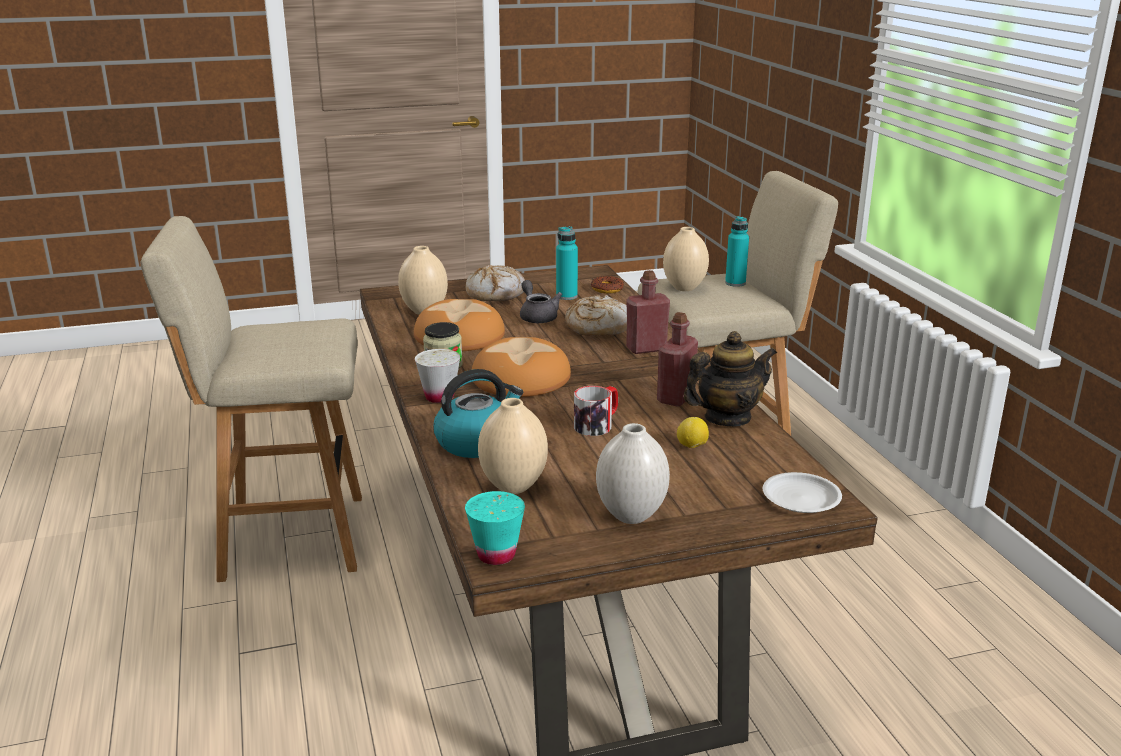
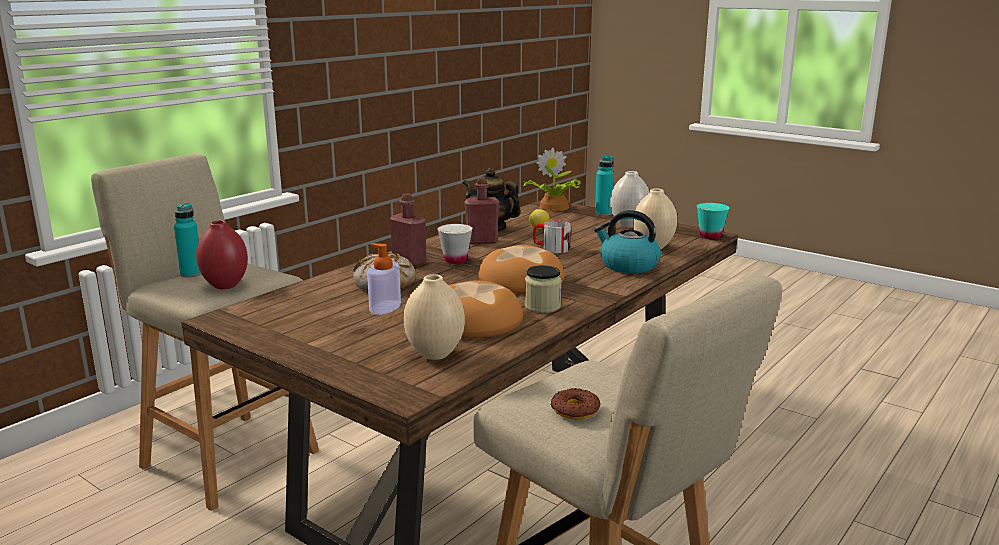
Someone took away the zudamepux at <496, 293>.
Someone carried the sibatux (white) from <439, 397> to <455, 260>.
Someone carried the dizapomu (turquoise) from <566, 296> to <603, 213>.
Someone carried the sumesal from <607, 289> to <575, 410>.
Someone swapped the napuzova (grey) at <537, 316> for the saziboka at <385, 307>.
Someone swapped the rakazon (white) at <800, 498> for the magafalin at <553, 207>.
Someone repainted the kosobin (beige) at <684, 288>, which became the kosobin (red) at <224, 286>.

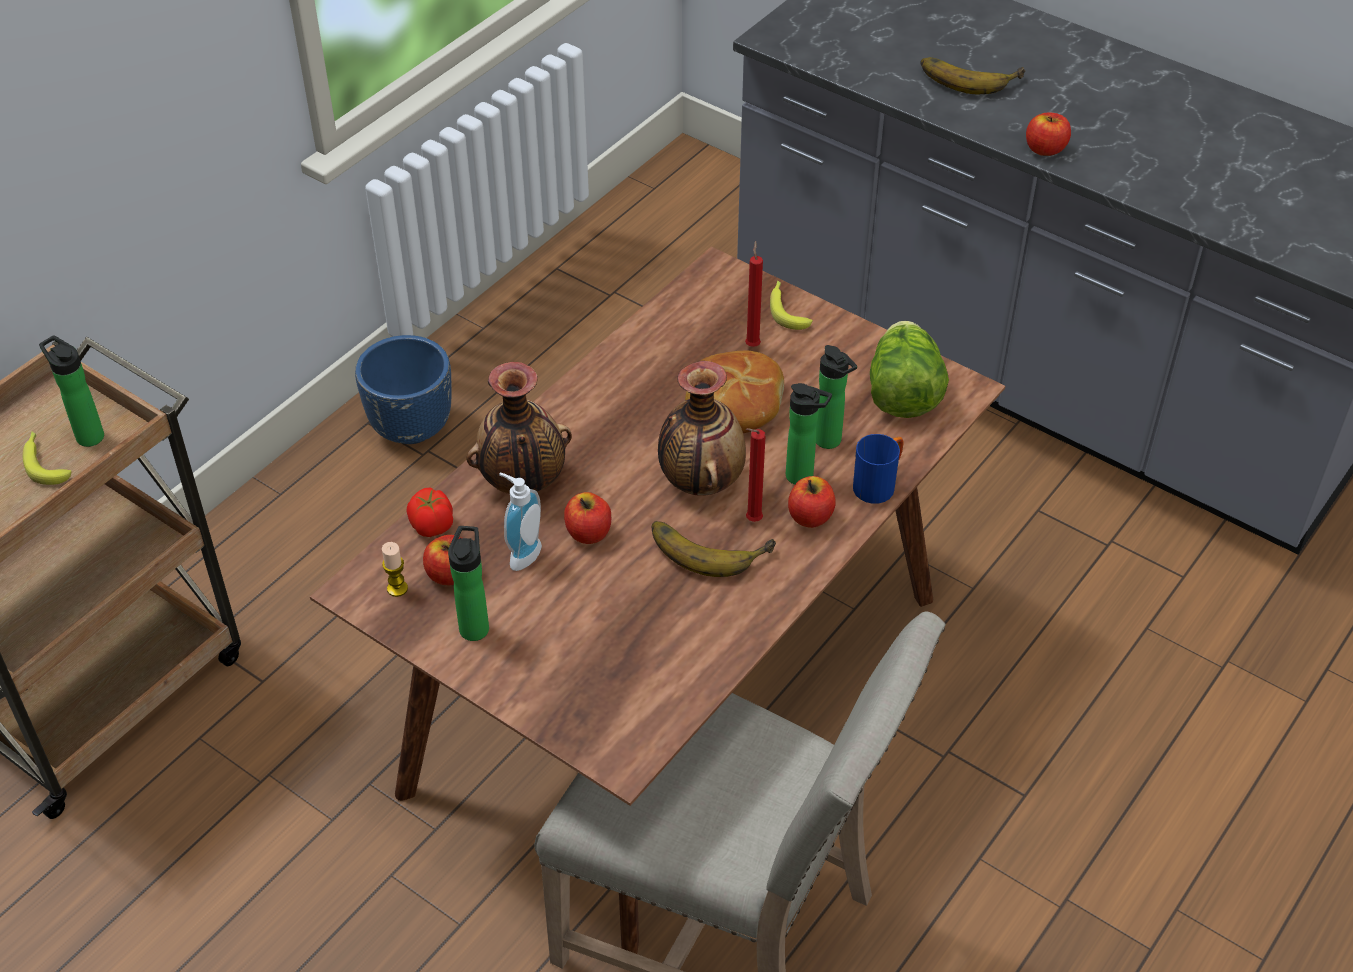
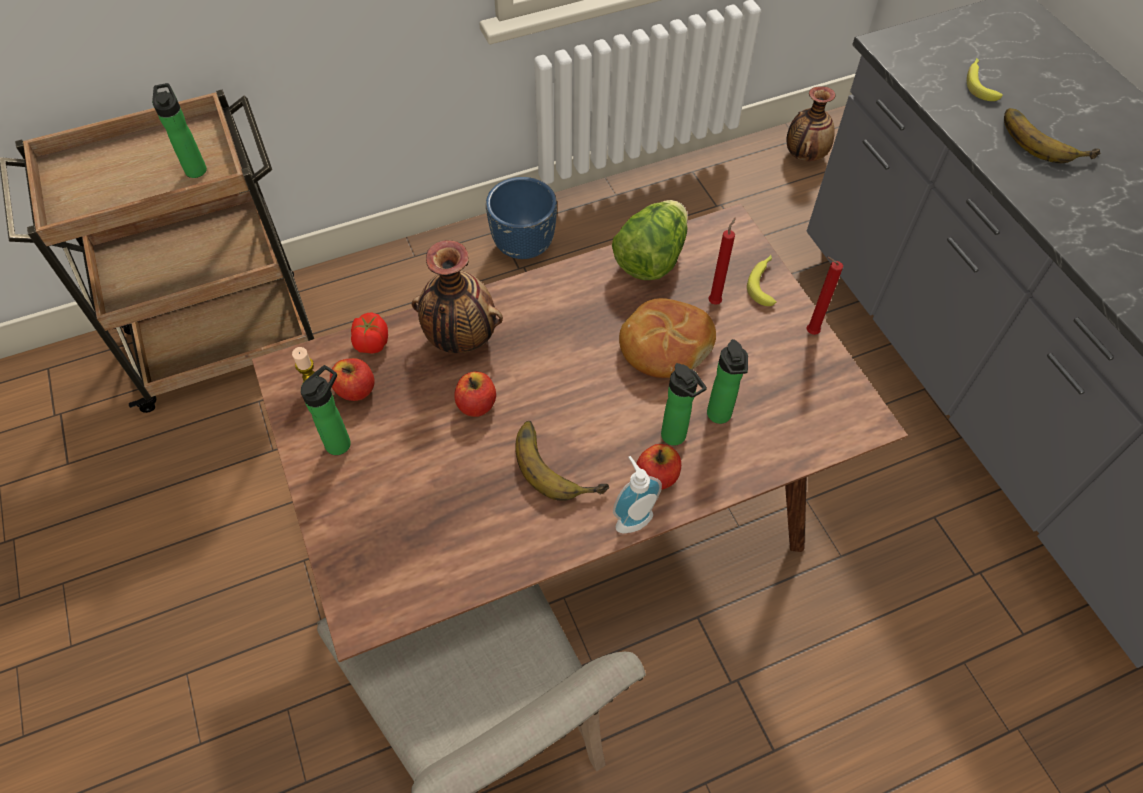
Someone took away the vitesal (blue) at <879, 484>.
Someone took away the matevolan at <1045, 149>.
Someone carried the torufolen from <45, 462> to <980, 83>.
Someone carried the saziboka from <521, 554> to <631, 517>.
Someone carried the kosobin from <700, 480> to <804, 155>.
Someone carried the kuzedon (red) from <751, 521> to <809, 332>.
Someone carried the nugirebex from <902, 393> to <651, 258>.

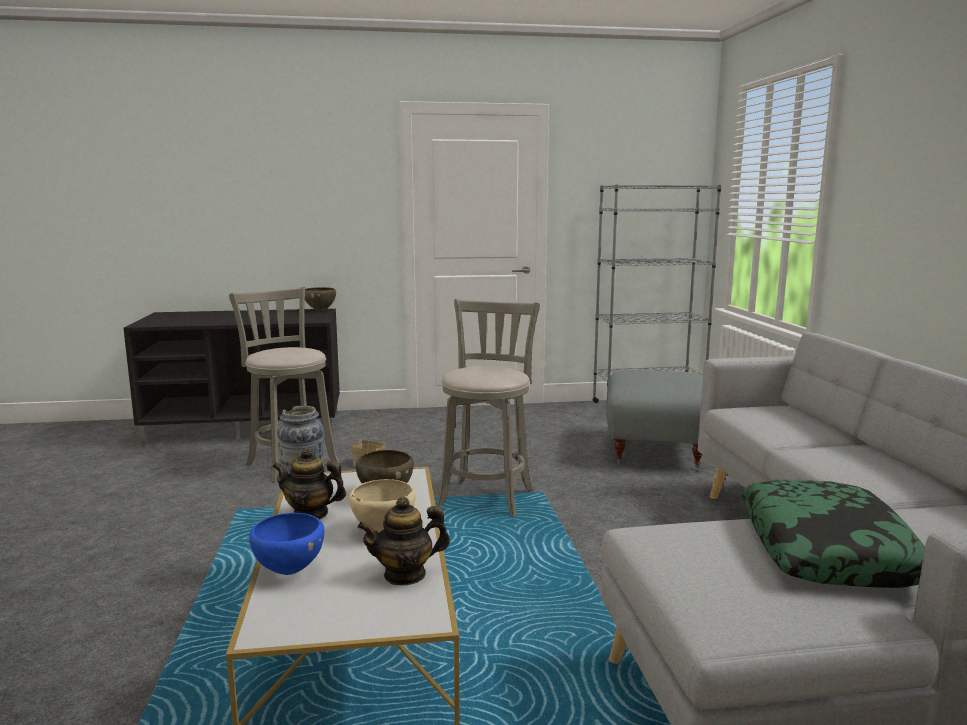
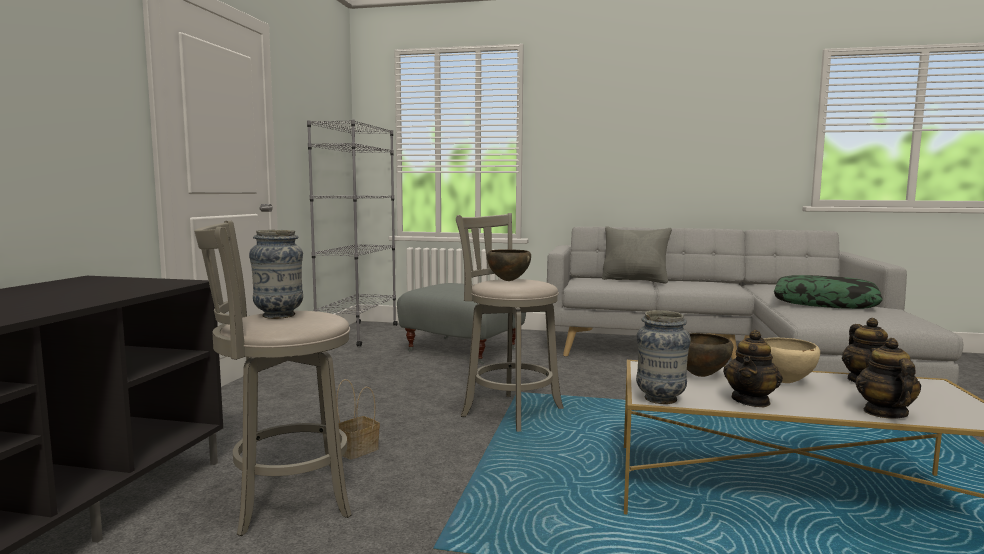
Someone put down the kosobin at <279, 315>.
Someone put down the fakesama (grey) at <635, 280>.
Someone carried the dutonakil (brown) from <320, 310> to <508, 281>.
Someone swapped the dutonakil (blue) at <289, 571> for the napuzova at <884, 413>.

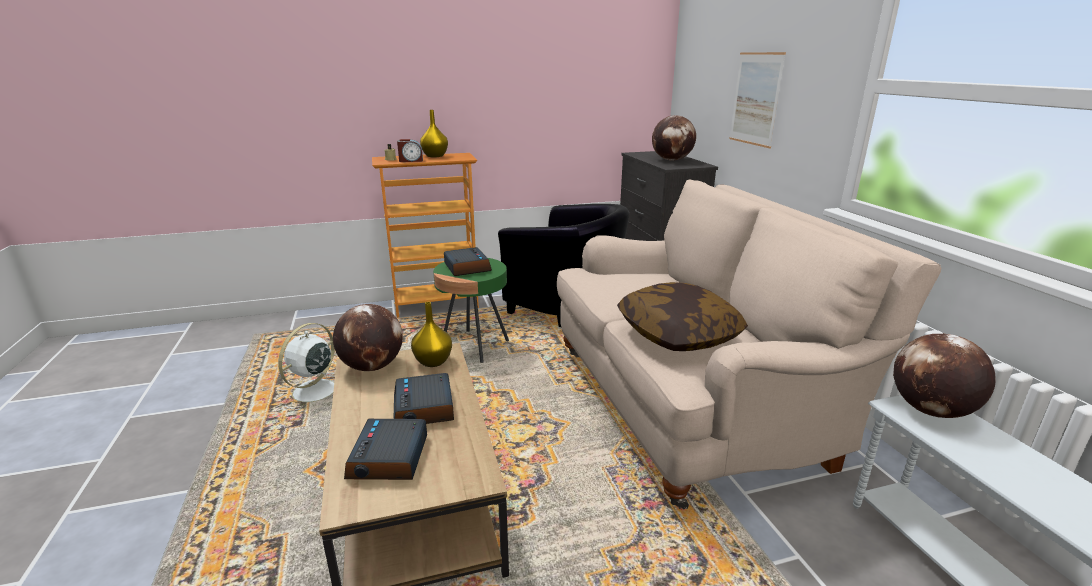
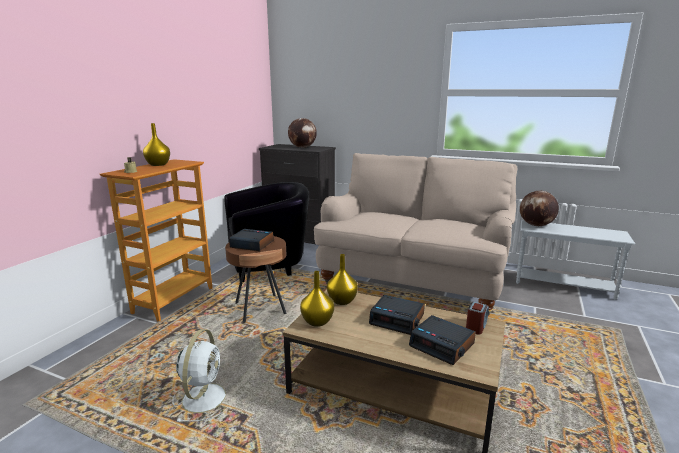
Someone took away the fakesama at <677, 335>.
Someone took away the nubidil at <755, 99>.
Someone carried the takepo from <411, 160> to <476, 326>.
Someone swapped the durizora at <372, 366> for the kosobin (yellow) at <316, 321>.
Someone repainted the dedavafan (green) at <474, 346>, which became the dedavafan (brown) at <260, 308>.
Someone rotated the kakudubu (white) at <313, 392> by 150 degrees counterclockwise.

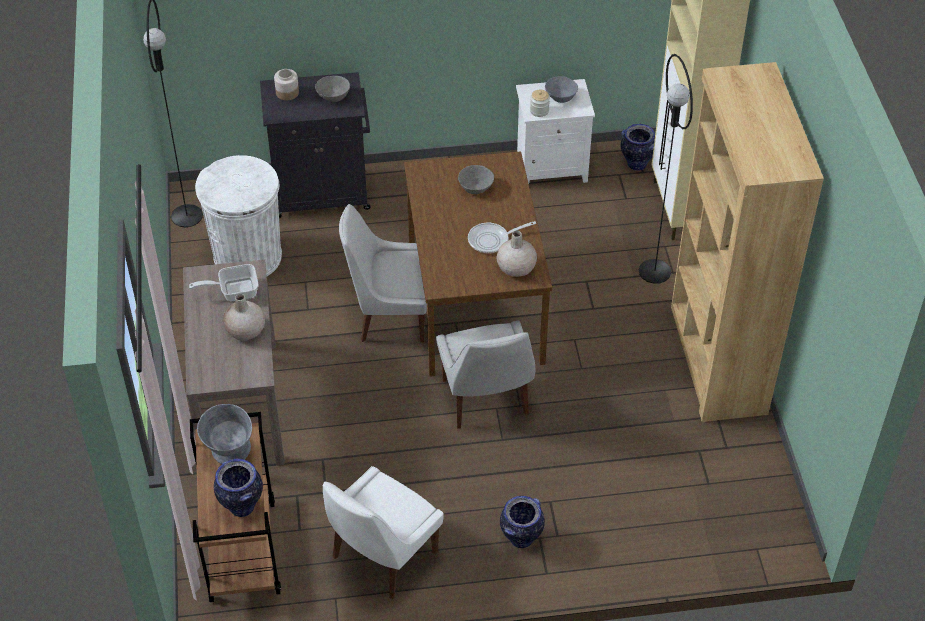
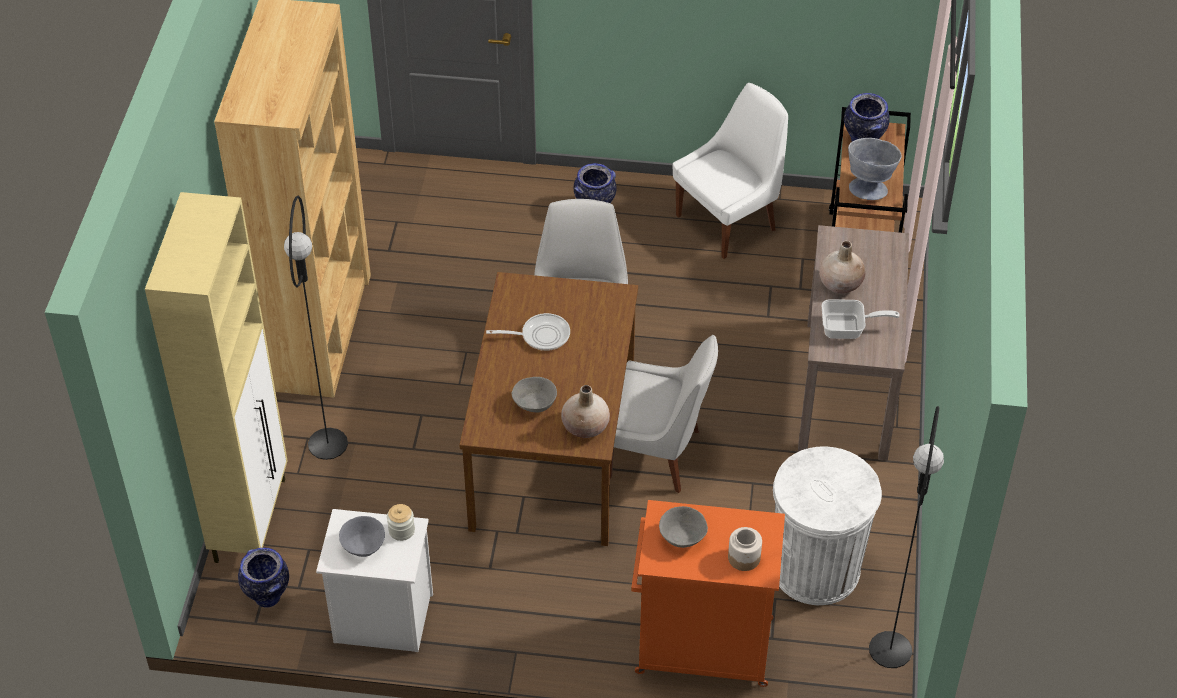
Someone carried the kosobin (beige) from <515, 268> to <586, 427>.
Someone repainted the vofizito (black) at <323, 193>, which became the vofizito (orange) at <701, 646>.

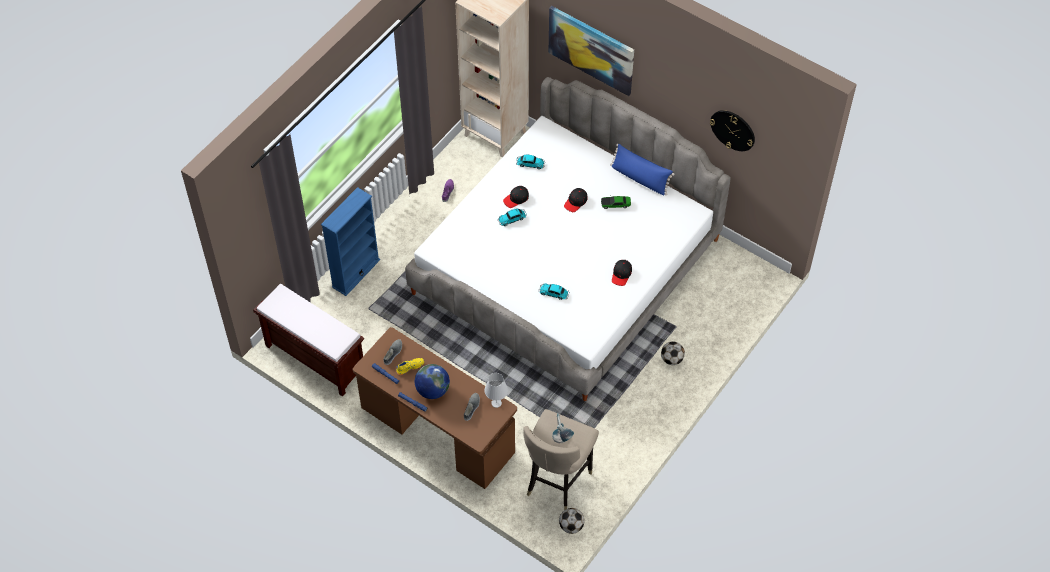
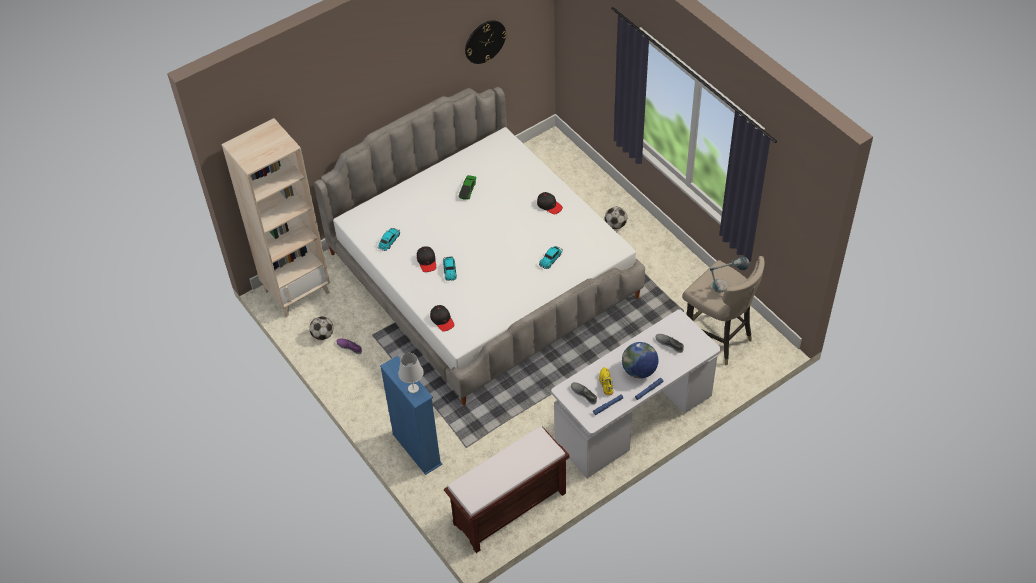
Someone took away the nubidil at <591, 49>.
Someone took away the fakesama (blue) at <640, 178>.
Someone carried the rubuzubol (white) from <496, 403> to <413, 388>.
Someone carried the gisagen from <571, 526> to <323, 335>.
Someone carried the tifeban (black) from <576, 202> to <442, 320>.
Someone repainted the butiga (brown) at <437, 431>, which became the butiga (white) at <634, 420>.

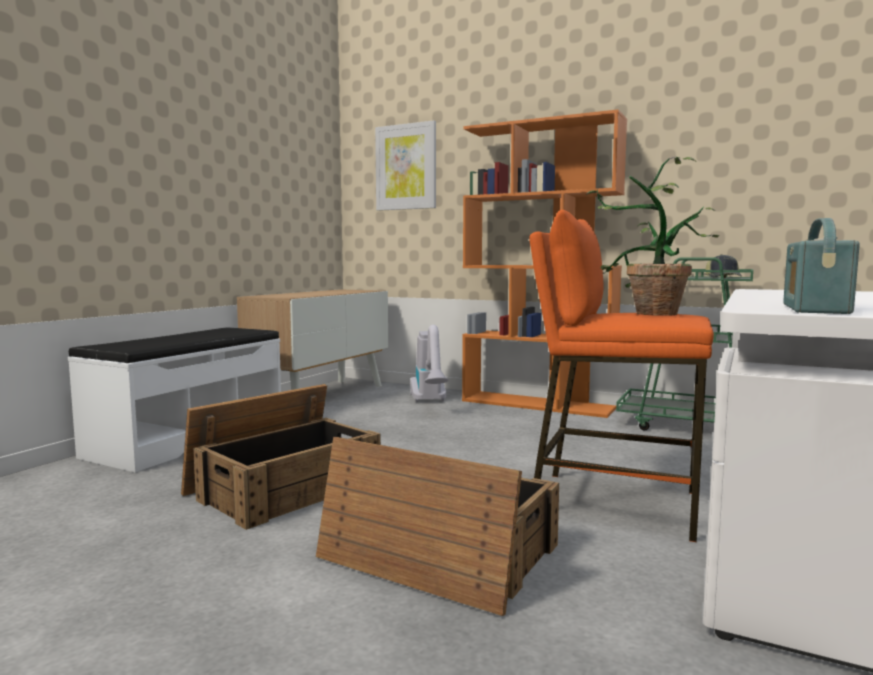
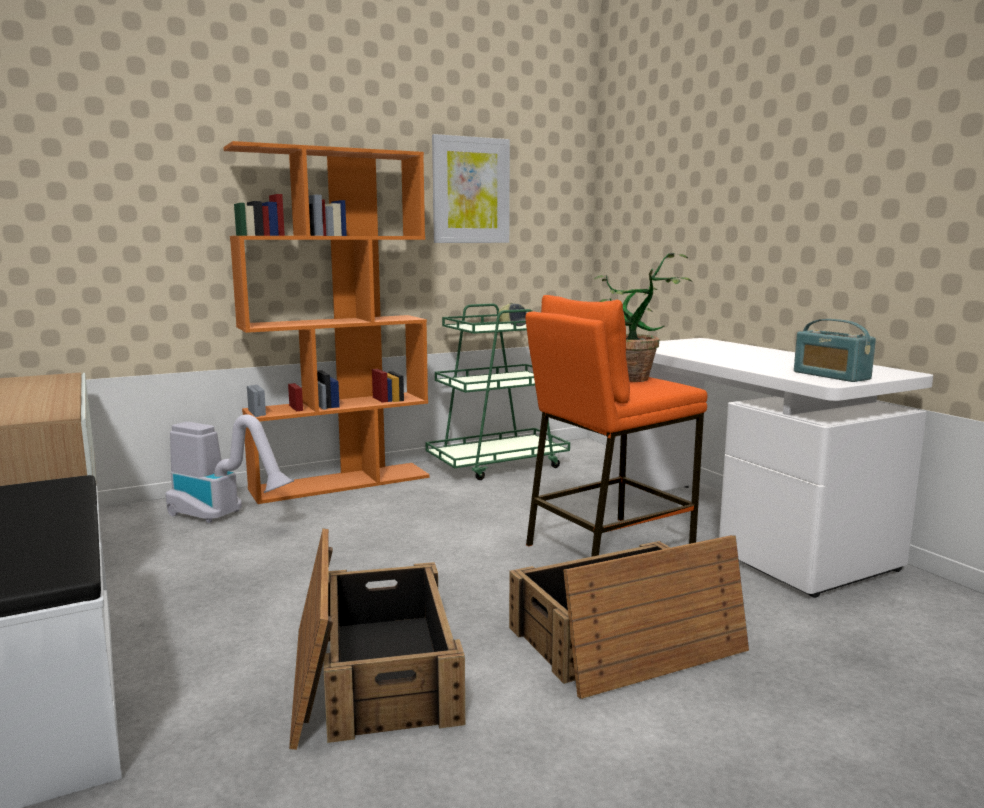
Someone carried the nubidil from <406, 167> to <470, 190>.

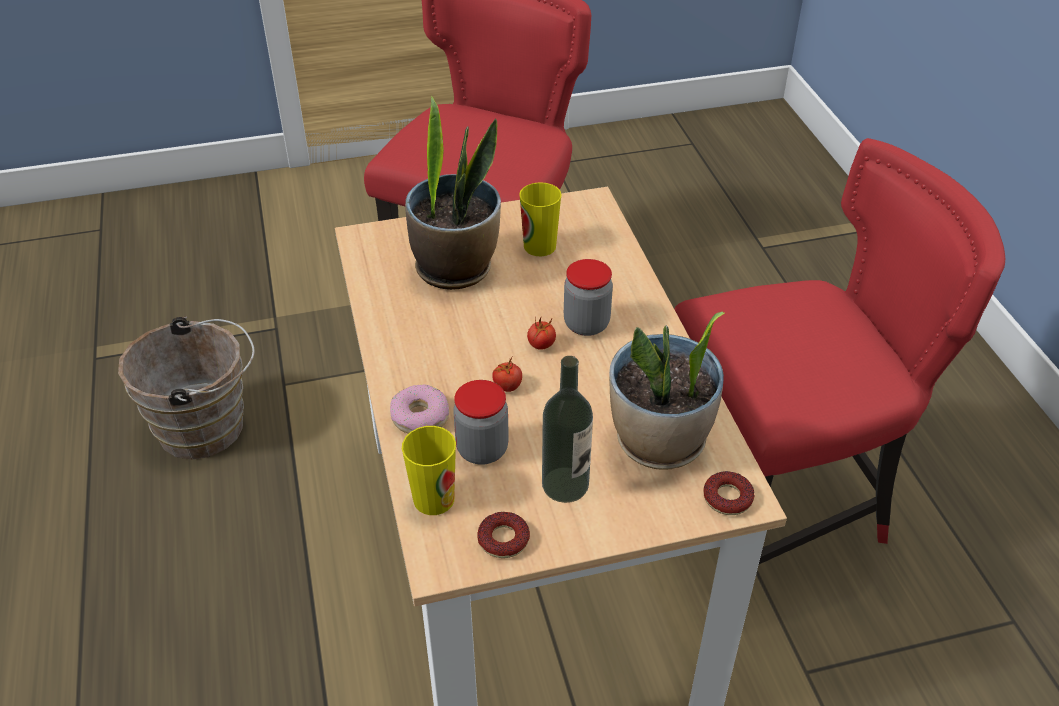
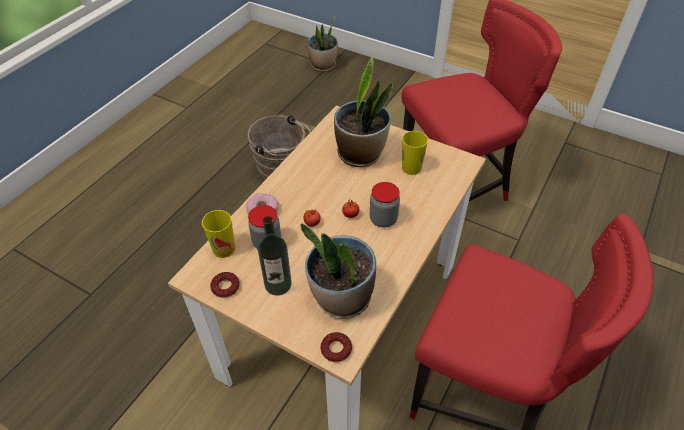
Someone put down the magafalin at <323, 66>.

